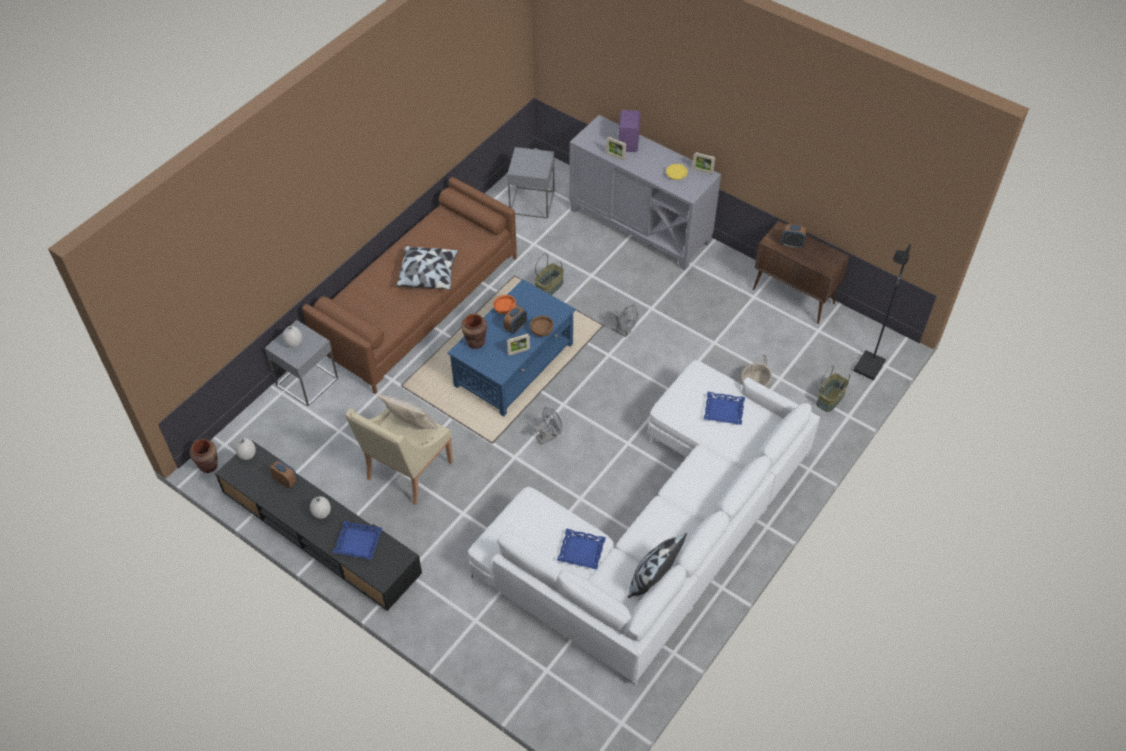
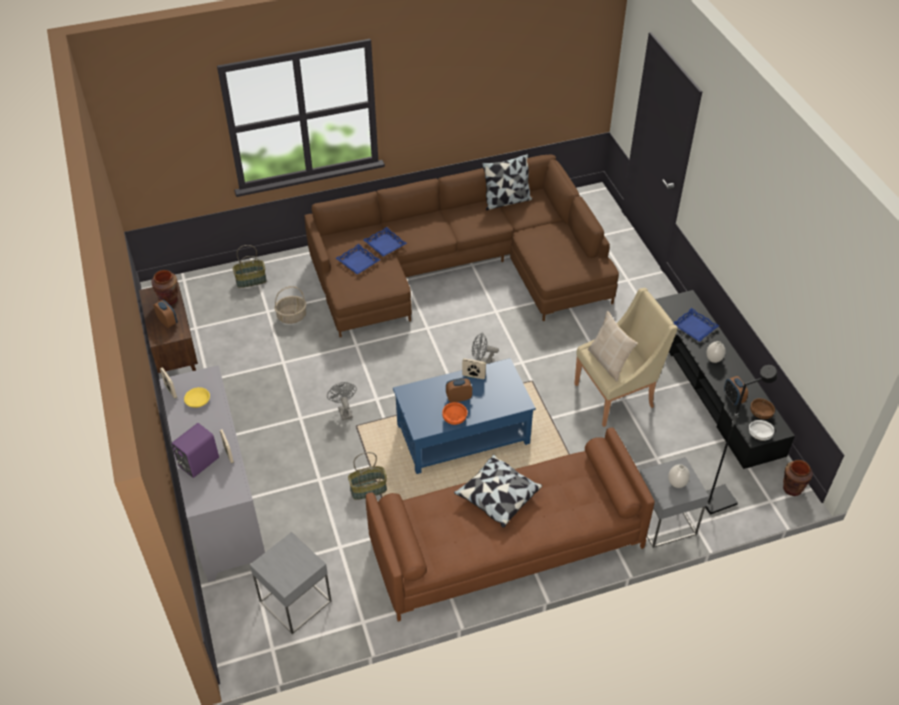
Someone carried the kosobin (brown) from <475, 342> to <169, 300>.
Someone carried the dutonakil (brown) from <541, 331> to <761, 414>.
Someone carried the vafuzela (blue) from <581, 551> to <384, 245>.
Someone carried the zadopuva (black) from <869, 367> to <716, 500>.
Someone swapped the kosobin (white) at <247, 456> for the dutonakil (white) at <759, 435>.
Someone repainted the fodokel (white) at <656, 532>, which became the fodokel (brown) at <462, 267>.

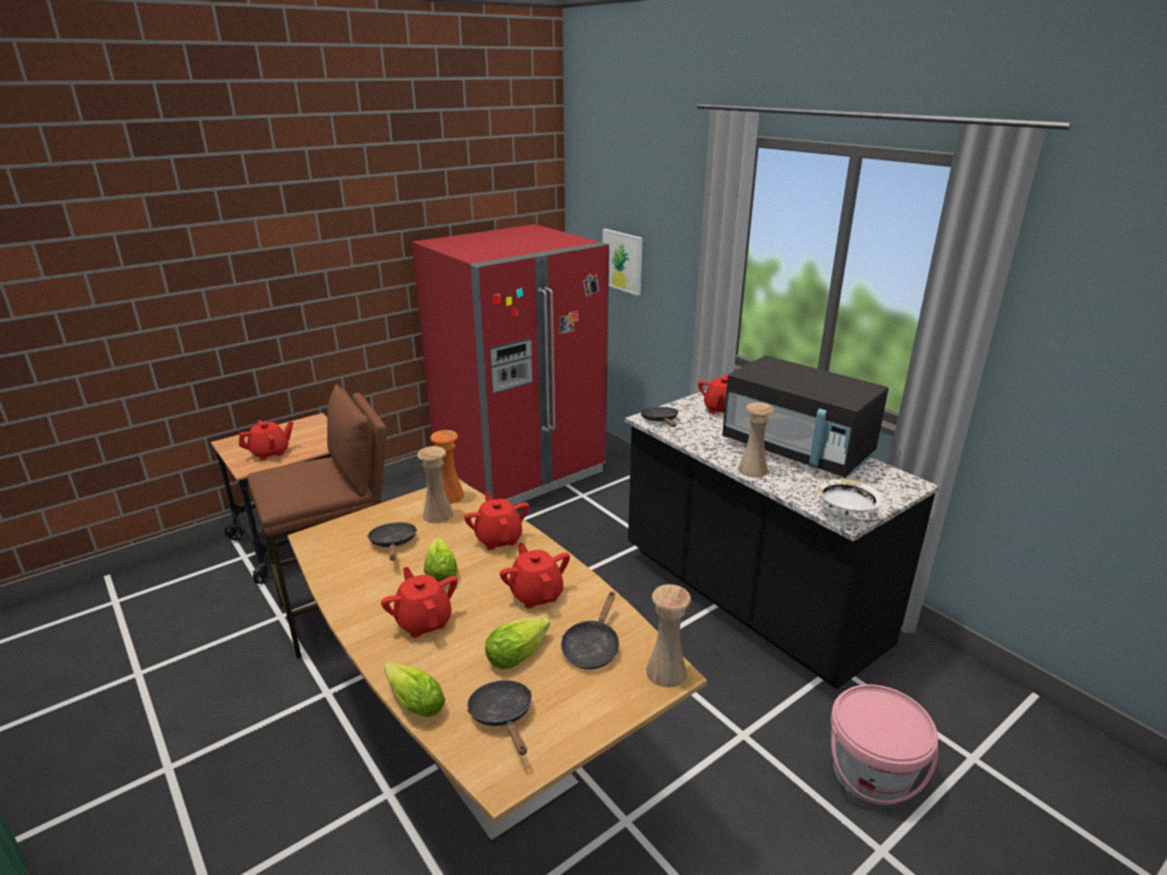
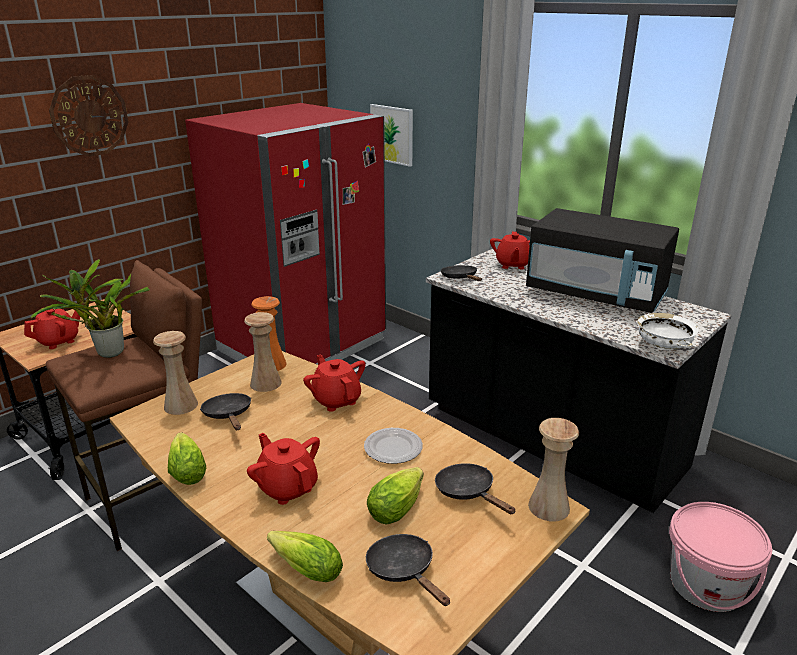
Someone put down the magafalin at <106, 353>.
Someone put up the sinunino at <89, 116>.
Someone carried the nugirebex from <441, 570> to <187, 469>.
Someone carried the kosobin (beige) from <752, 470> to <181, 405>.
Someone swapped the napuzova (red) at <536, 594> for the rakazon at <394, 448>.
Someone rotated the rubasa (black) at <592, 647> by 135 degrees clockwise.

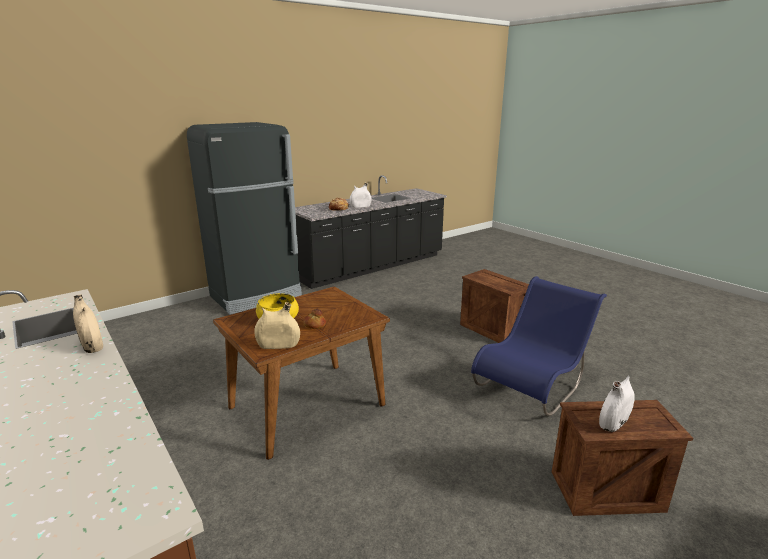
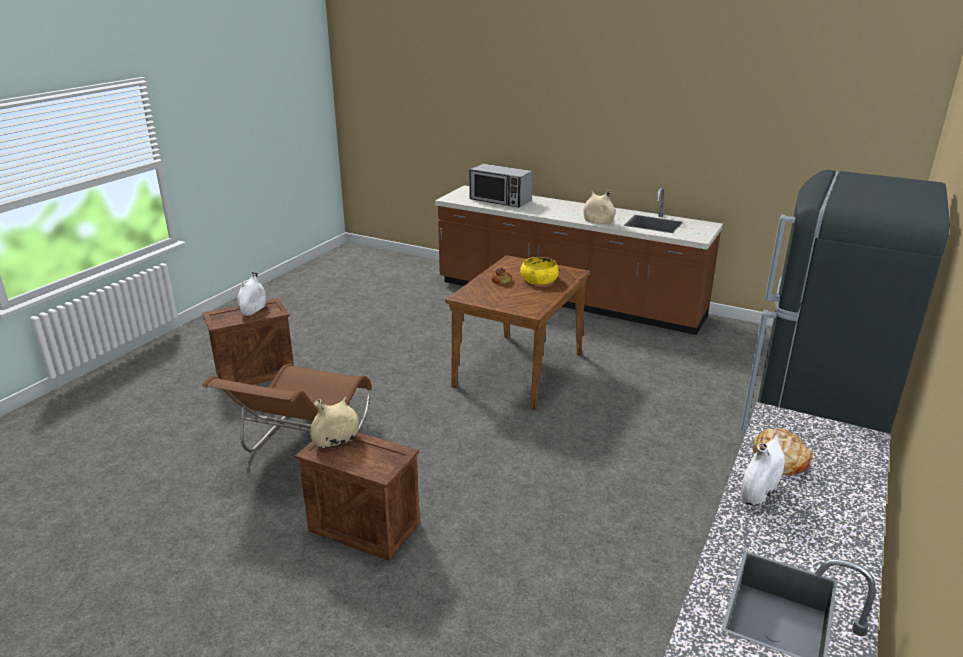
Someone put down the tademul at <500, 200>.
Someone carried the kosobin (beige) from <278, 345> to <336, 441>.
Someone repainted the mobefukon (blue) at <533, 383>, which became the mobefukon (brown) at <302, 445>.

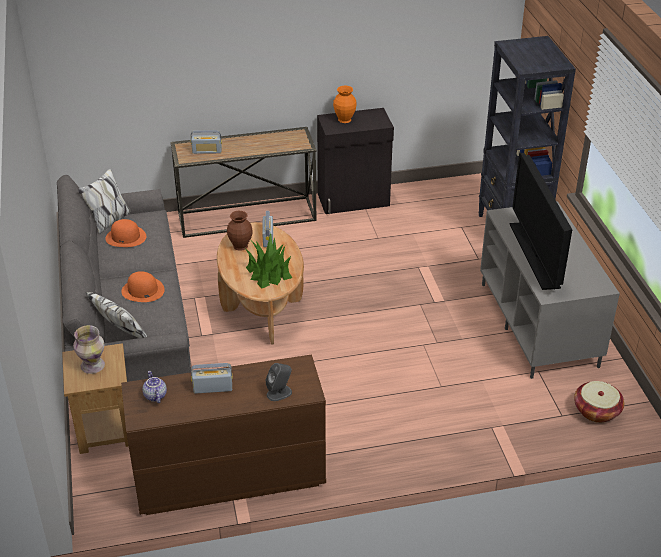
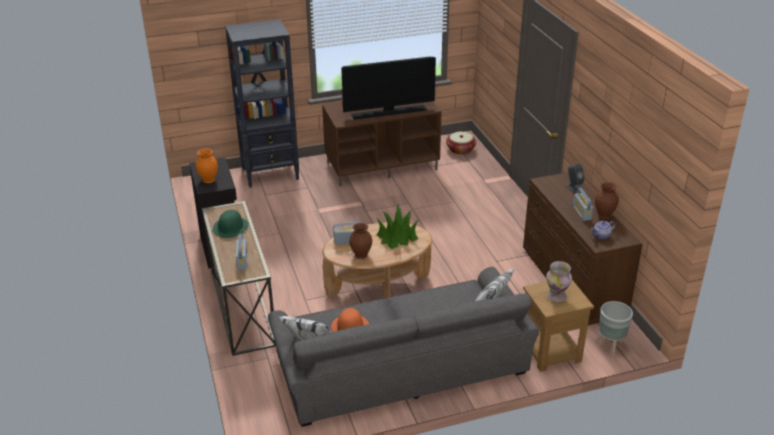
Someone took away the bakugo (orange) at <142, 290>.
Someone put down the bakugo (green) at <231, 227>.
Someone put down the kosobin (brown) at <604, 215>.
Someone put down the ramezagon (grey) at <610, 347>.
Someone repainted the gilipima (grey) at <539, 325>, which became the gilipima (brown) at <382, 165>.

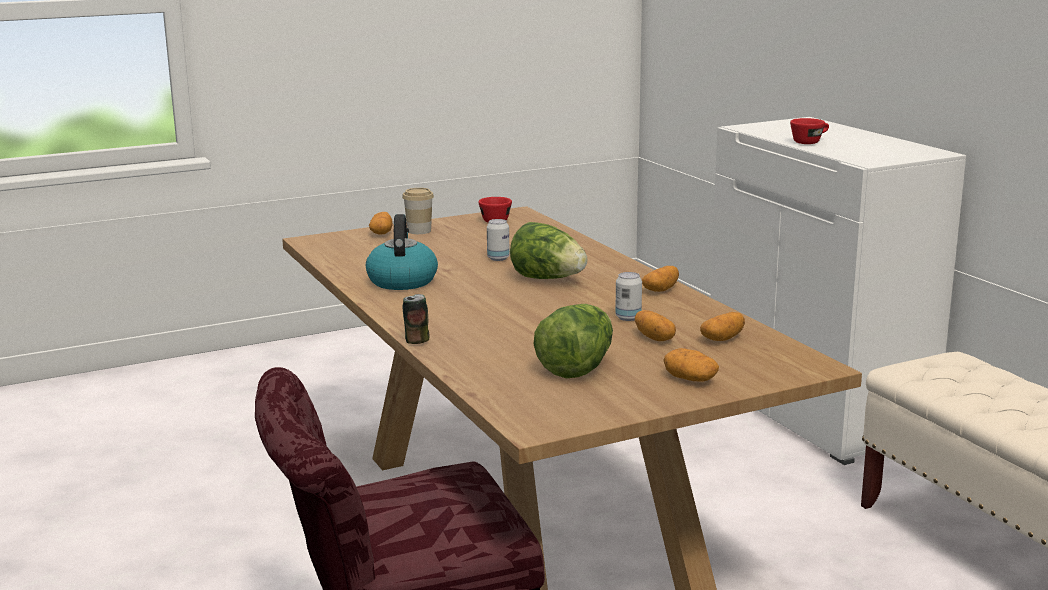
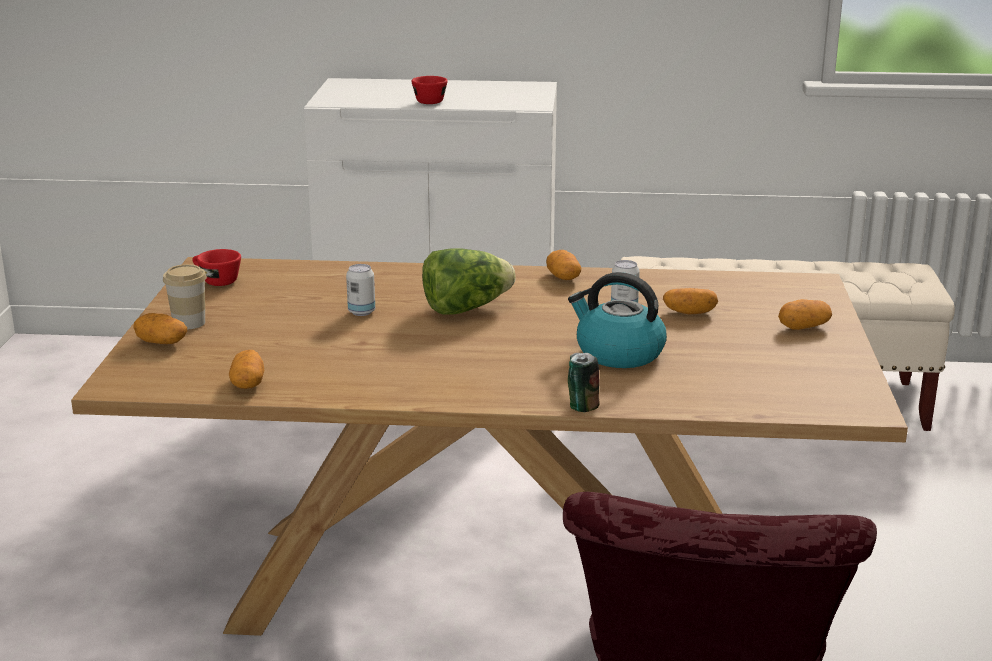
Someone took away the nugirebex at <577, 368>.
Someone carried the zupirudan from <402, 281> to <618, 353>.
Someone carried the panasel from <722, 339> to <247, 383>.

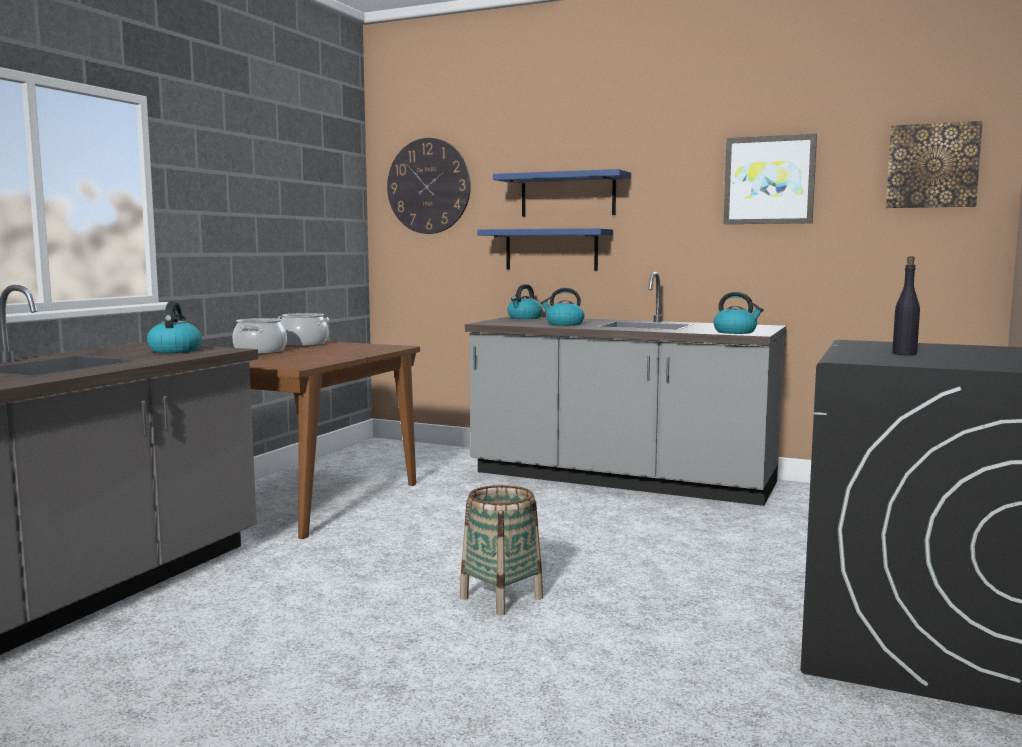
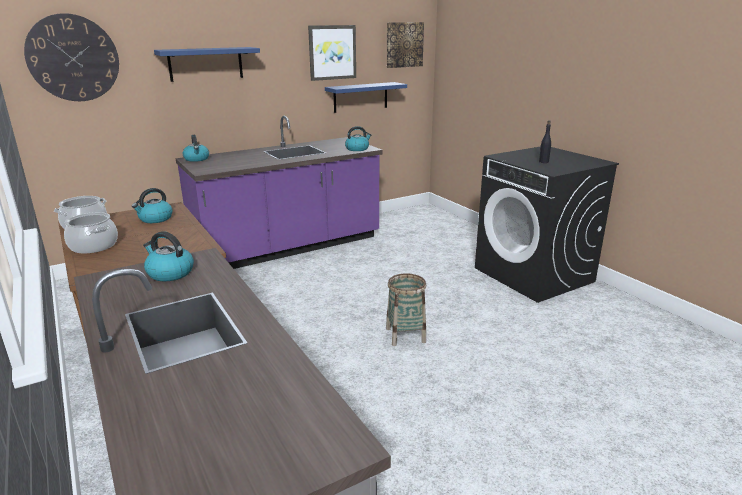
Someone carried the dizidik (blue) from <551, 249> to <360, 97>.
Someone carried the zupirudan from <564, 324> to <155, 219>.
Someone repainted the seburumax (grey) at <621, 479>, which became the seburumax (purple) at <288, 247>.

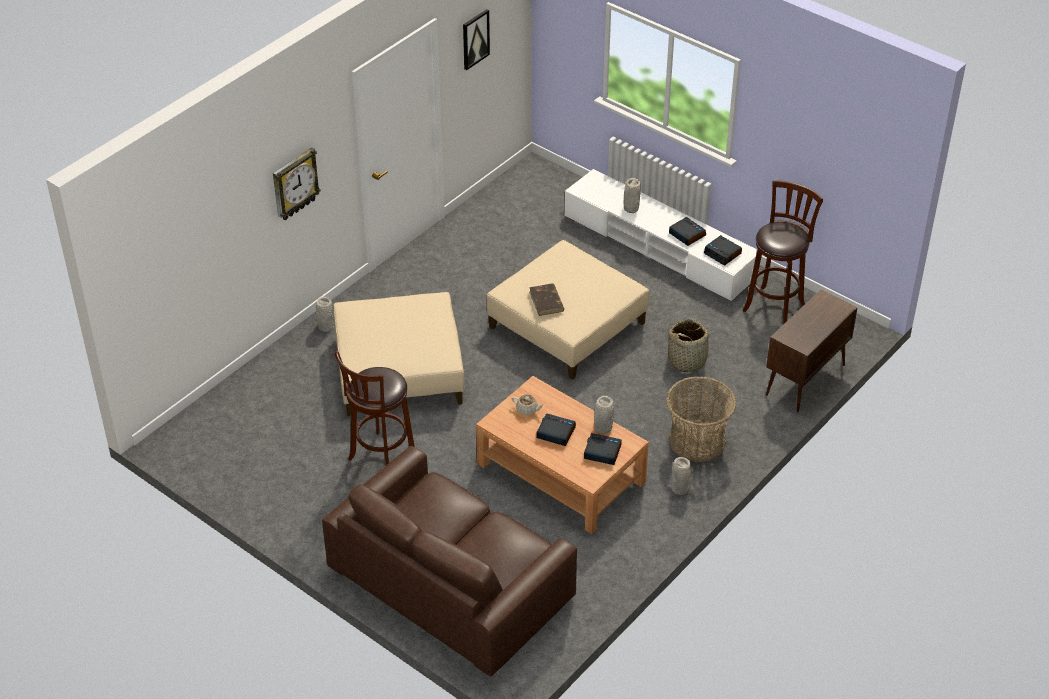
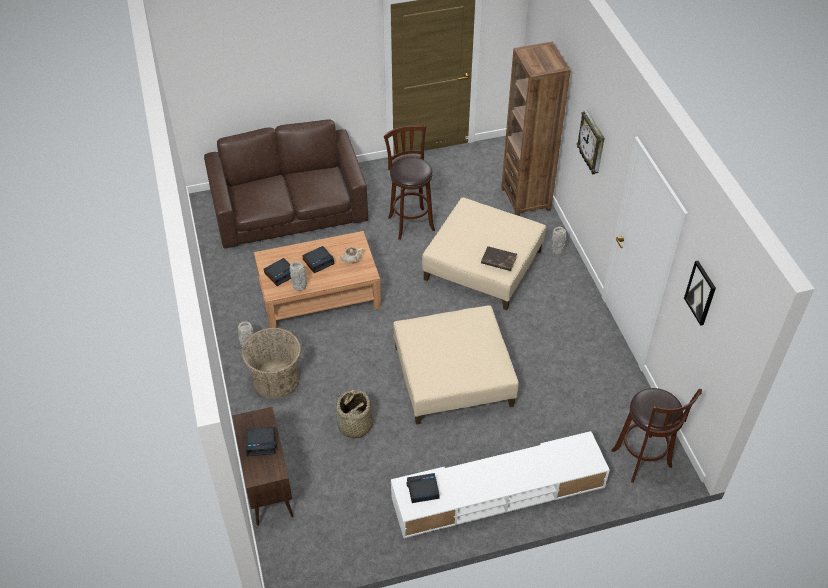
Someone took away the kosobin (grey) at <630, 209>.
Someone put down the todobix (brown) at <526, 199>.
Someone carried the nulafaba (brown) from <546, 301> to <498, 260>.
Someone carried the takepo from <686, 234> to <261, 443>.
Someone carried the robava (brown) from <775, 305> to <643, 461>.

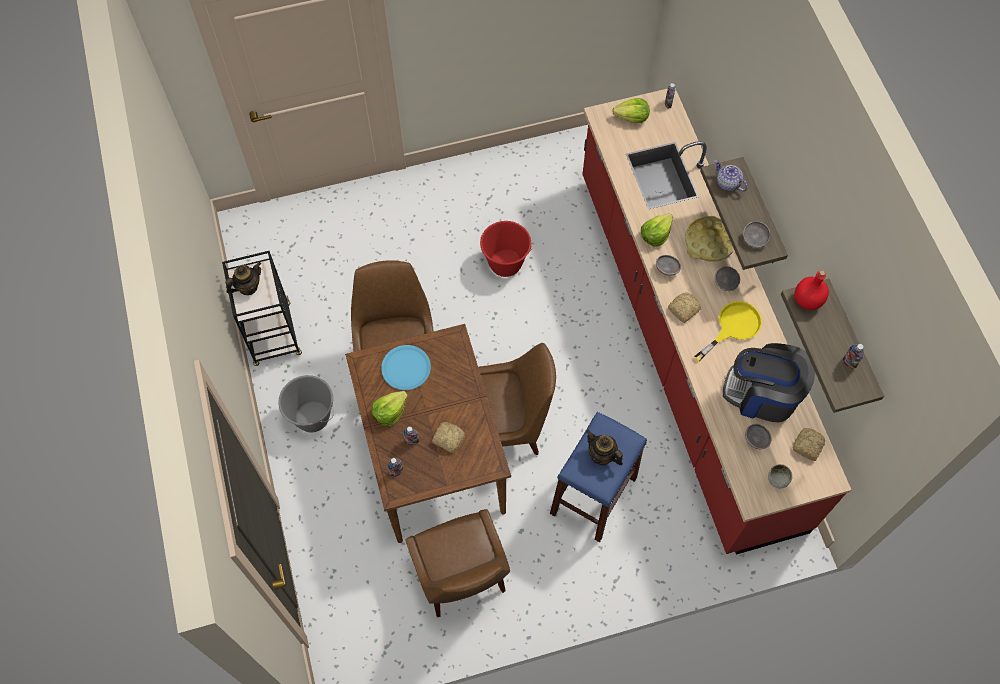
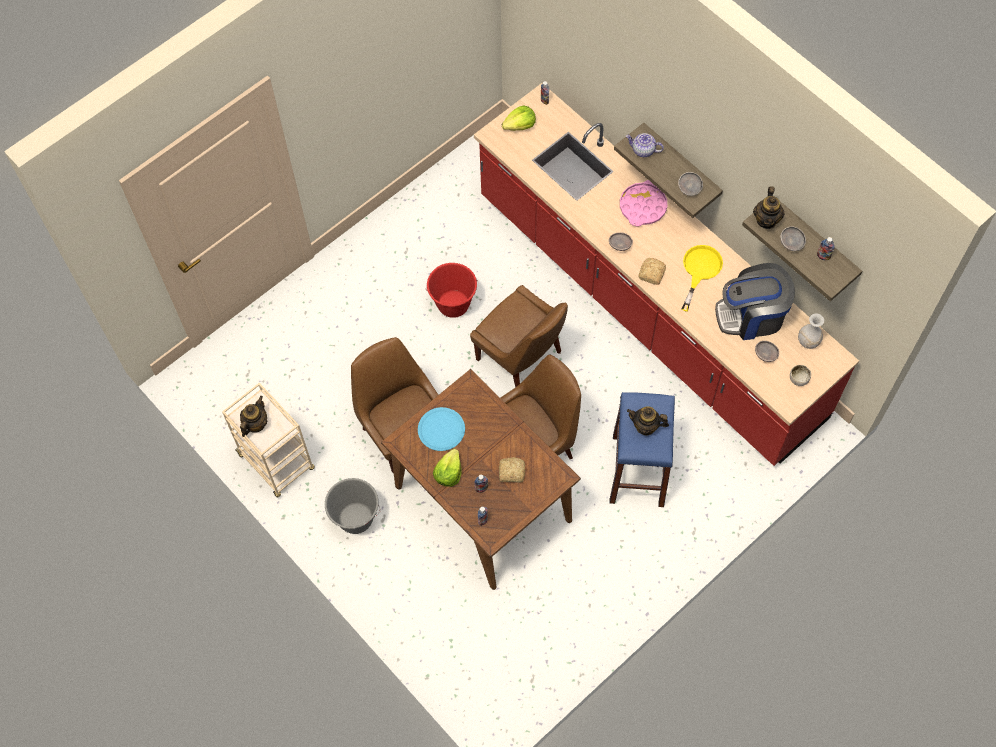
Someone took away the nugirebex at <655, 235>.
Someone carried the mobefukon (brown) from <461, 578> to <521, 358>.
Someone carried the dutonakil (grey) from <725, 283> to <791, 243>.
Someone swapped the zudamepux at <807, 446> for the kosobin (white) at <807, 342>.
Someone swapped the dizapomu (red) at <808, 300> for the napuzova at <766, 220>.
Someone repainted the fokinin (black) at <273, 335>, which became the fokinin (beige) at <277, 462>.
Someone repainted the vafuzela (yellow) at <709, 241>, which became the vafuzela (pink) at <642, 206>.

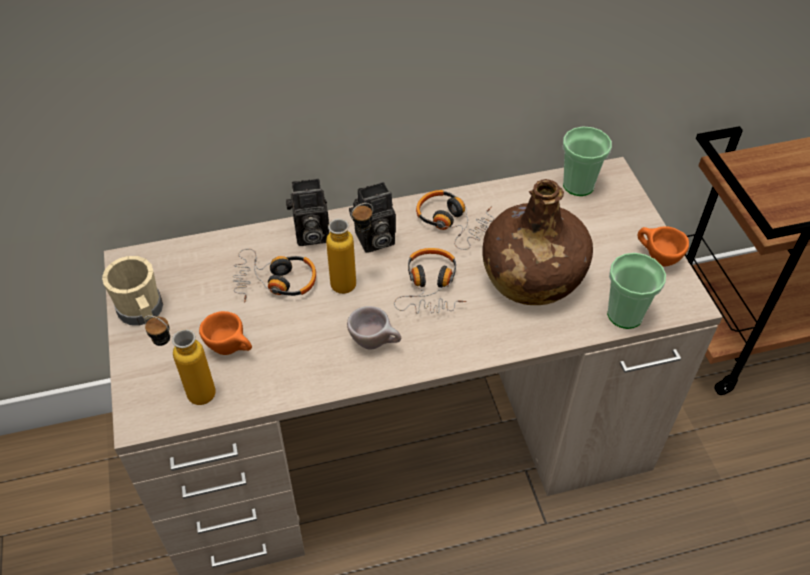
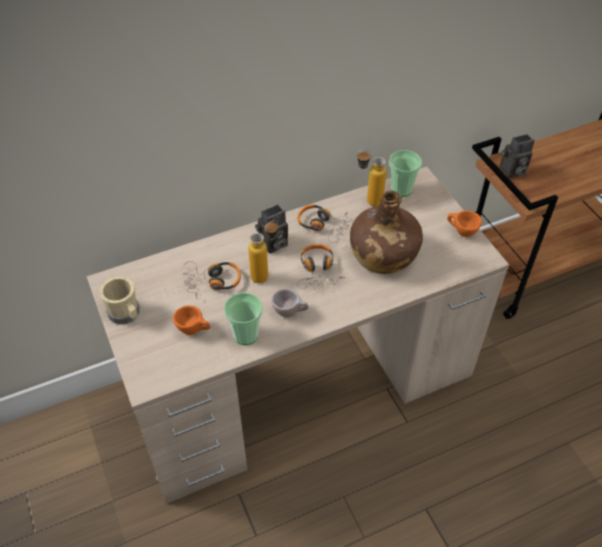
Someone carried the dizapomu from <191, 391> to <368, 200>.
Someone carried the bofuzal from <310, 235> to <512, 171>.
Someone carried the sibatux from <625, 315> to <245, 335>.

